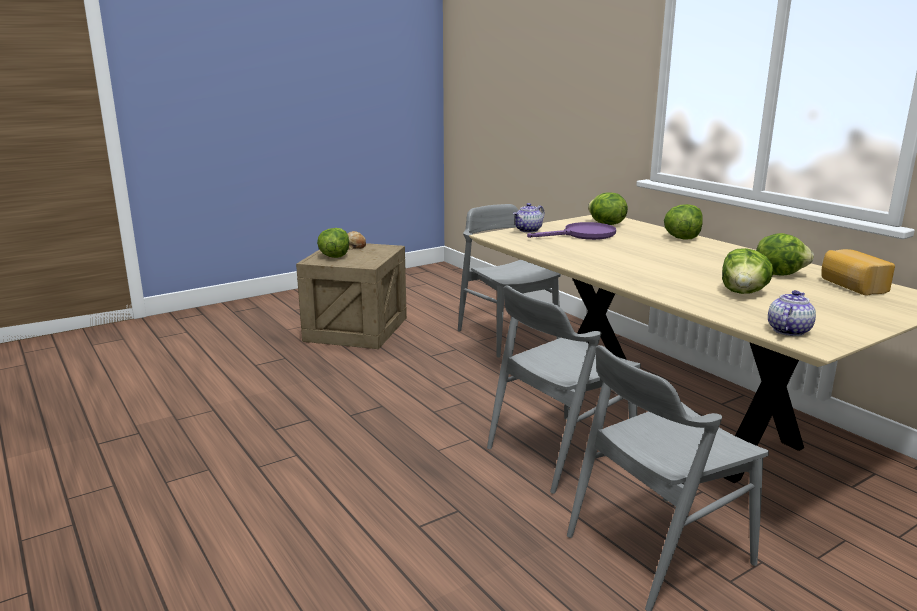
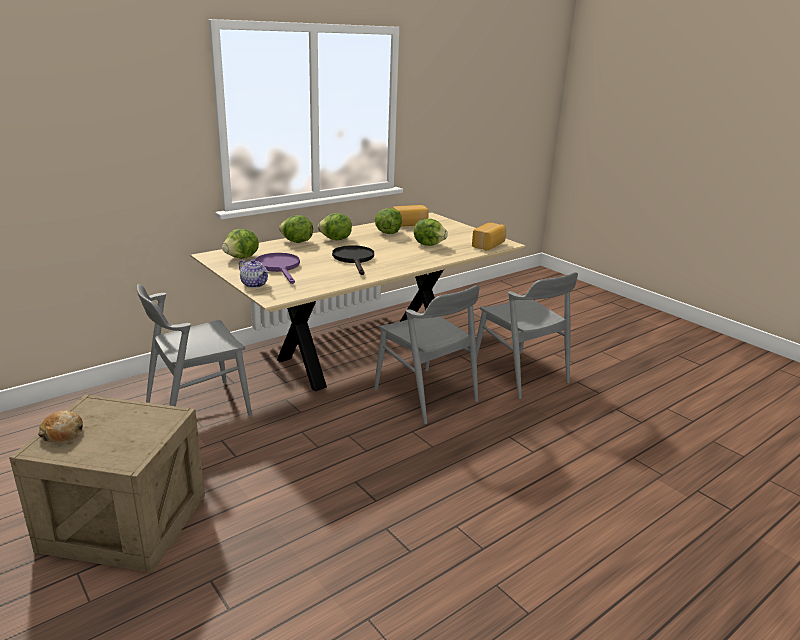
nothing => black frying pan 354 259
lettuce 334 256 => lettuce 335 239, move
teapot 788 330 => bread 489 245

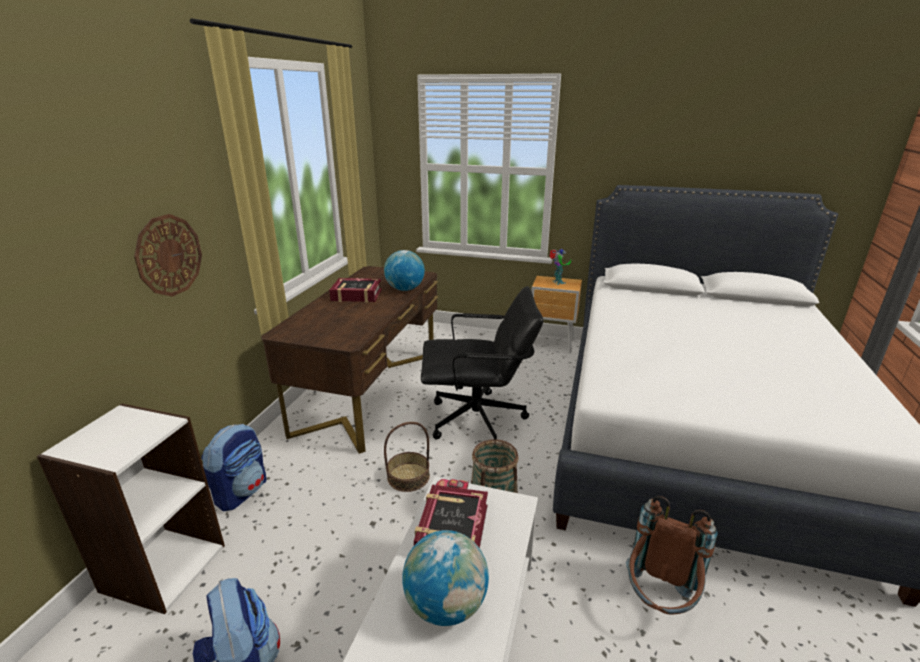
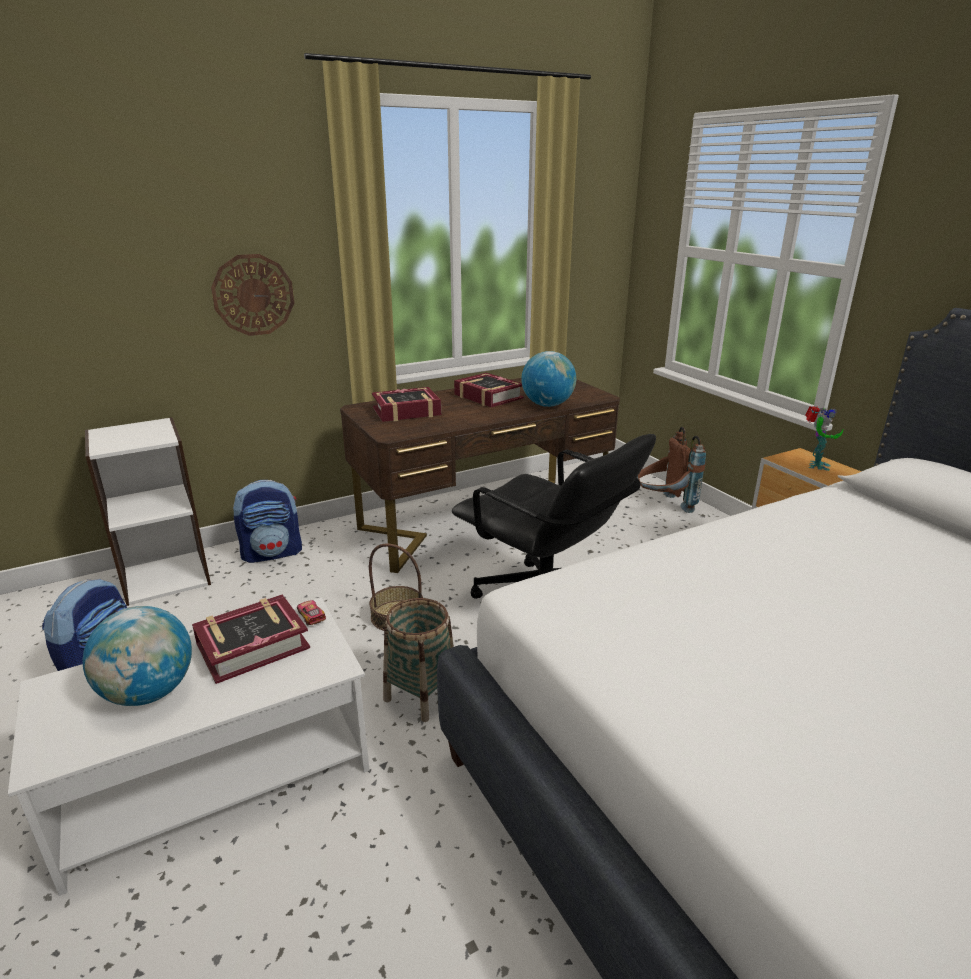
nothing => book 406 411
brown backpack 658 601 => brown backpack 664 506, move

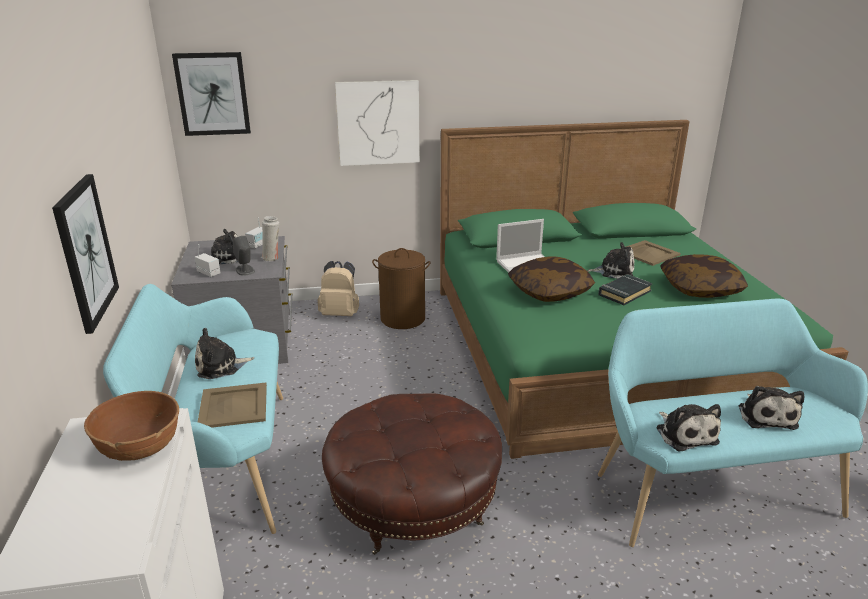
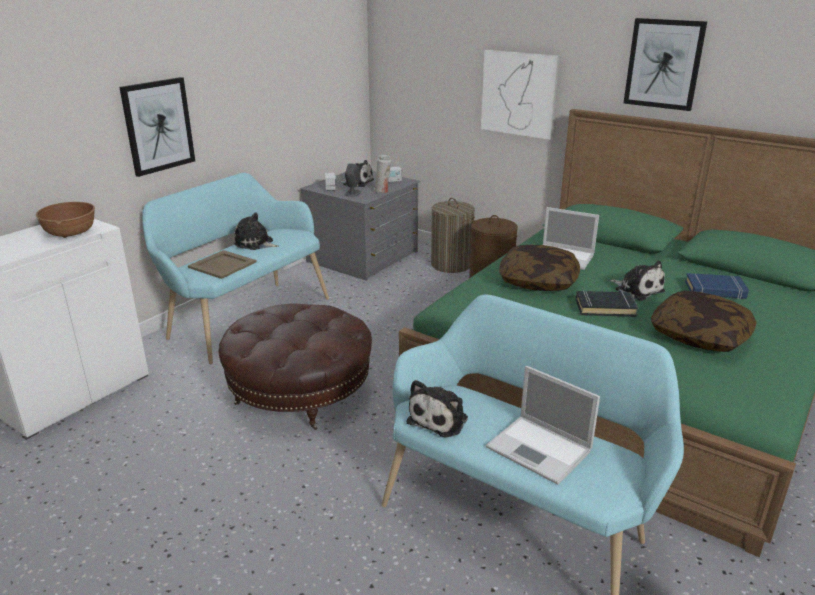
picture 212 94 => picture 663 64, move
beige backpack 340 314 => laundry basket 451 264
beige tray 648 253 => blue book 715 290
plush toy 766 415 => laptop 540 449

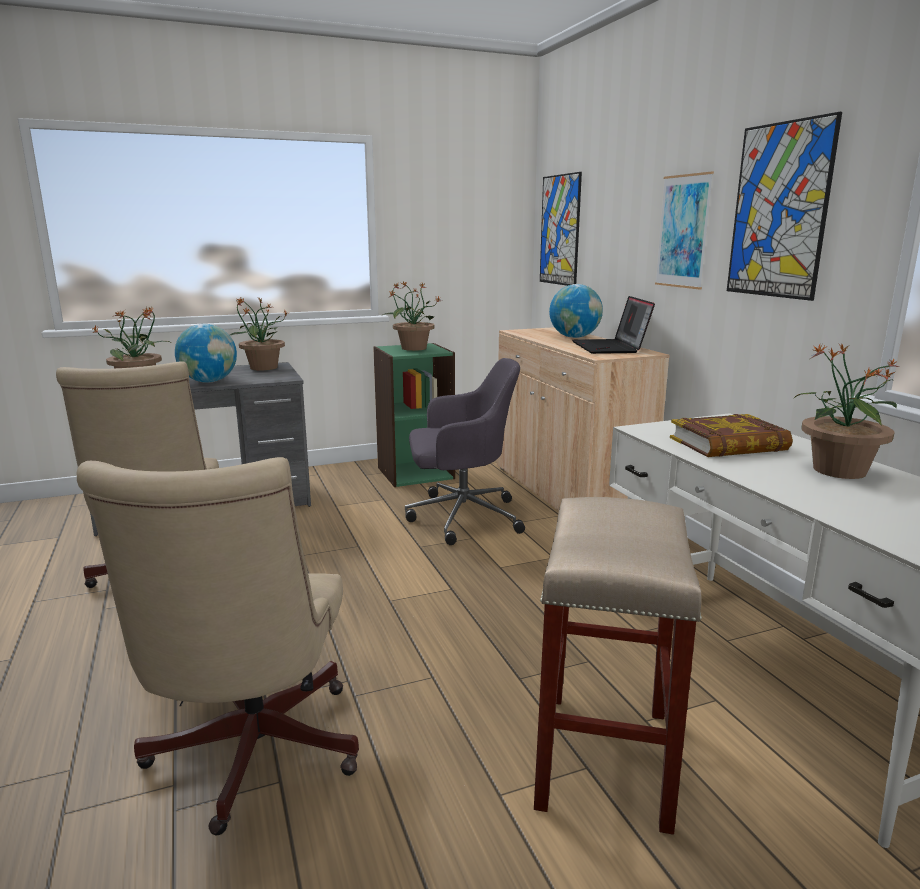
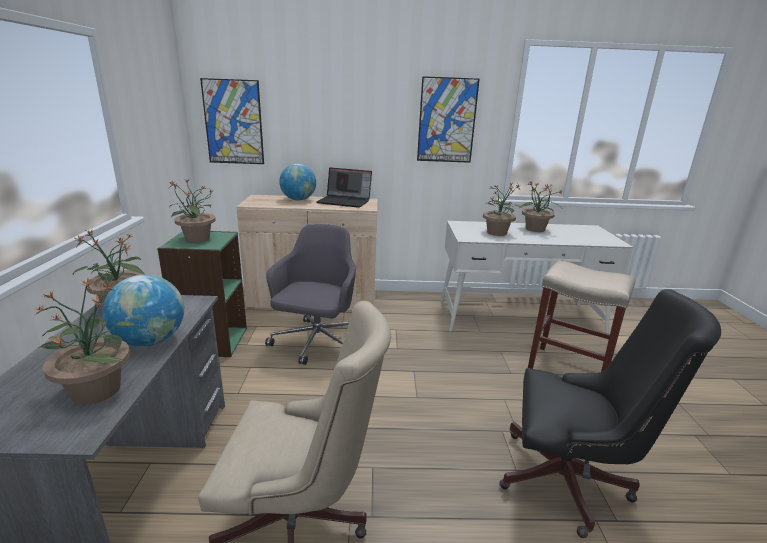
picture 683 231 => nothing
book 728 444 => potted plant 497 232
beige office chair 250 758 => black office chair 571 482

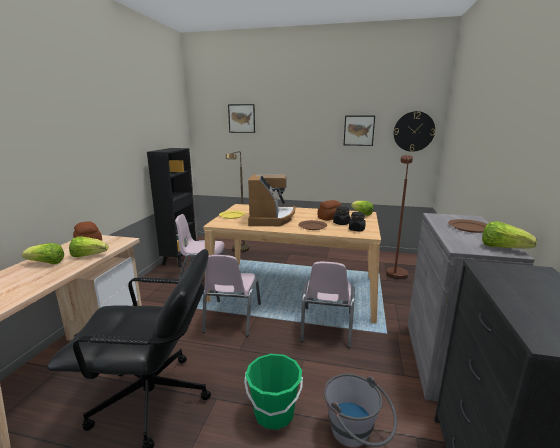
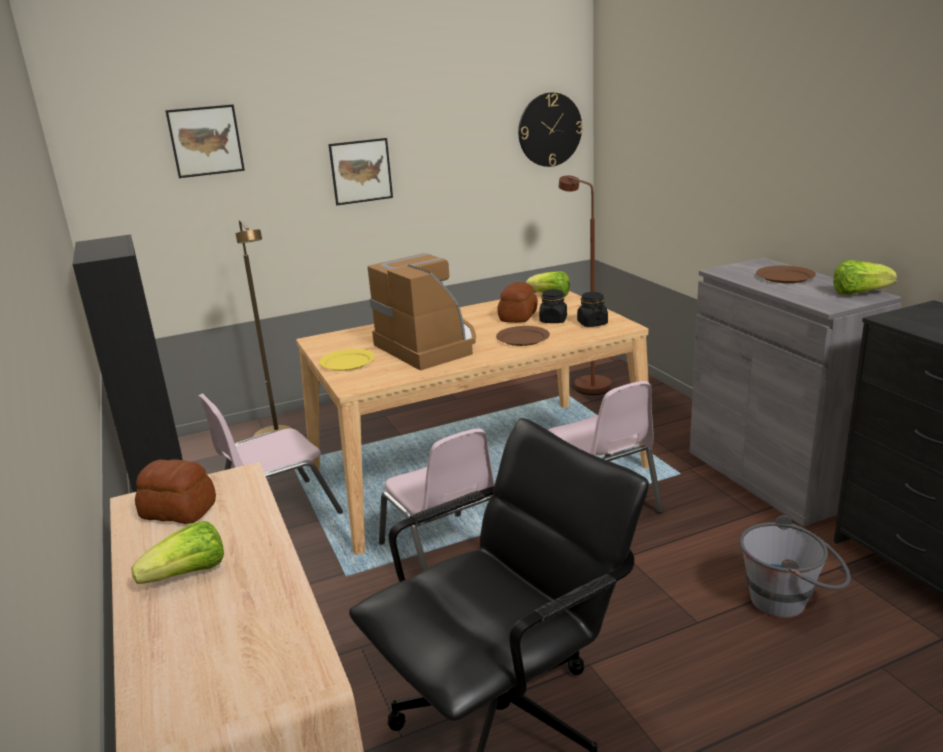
lettuce 88 255 => nothing
green bucket 274 413 => nothing
picture 359 130 => picture 361 171, move

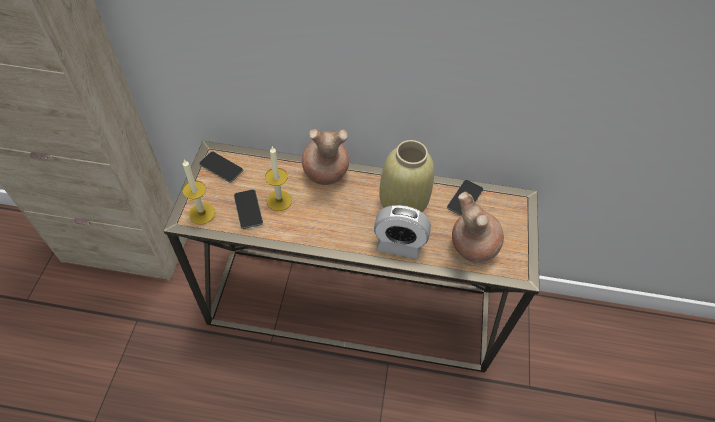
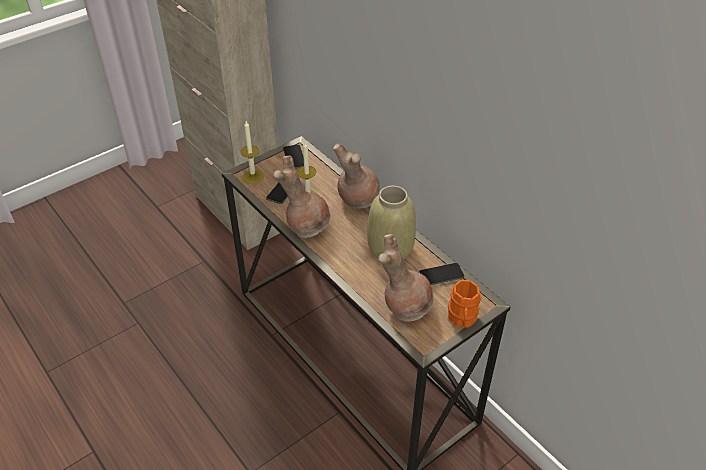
alarm clock 399 245 => nothing
nothing => brown vase 307 226
nothing => orange mug 462 319

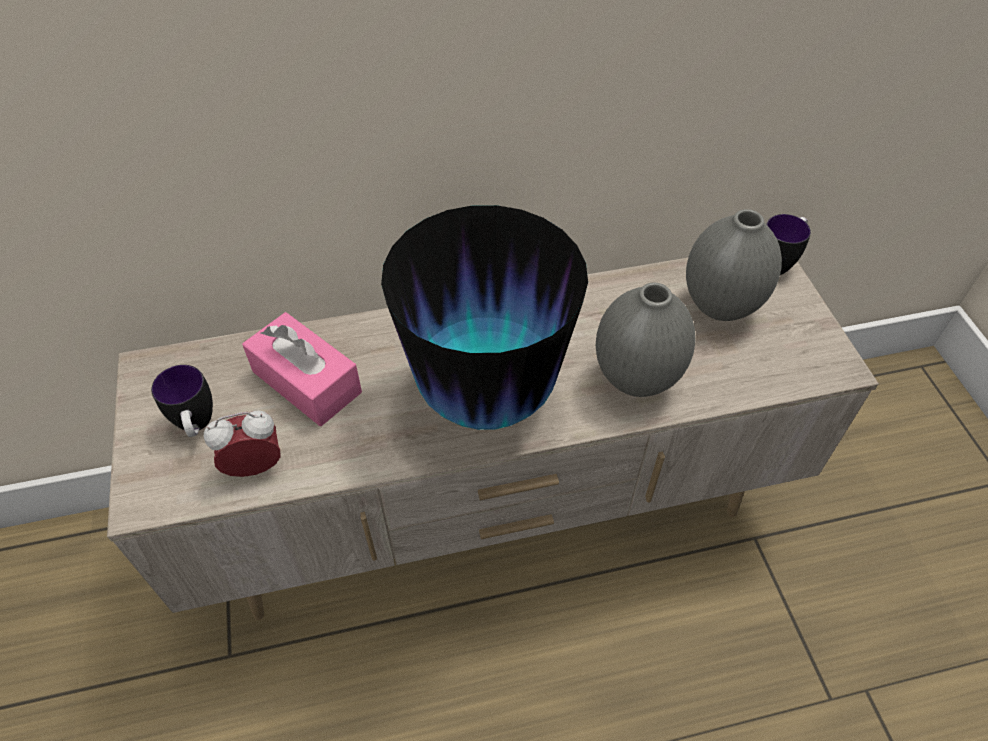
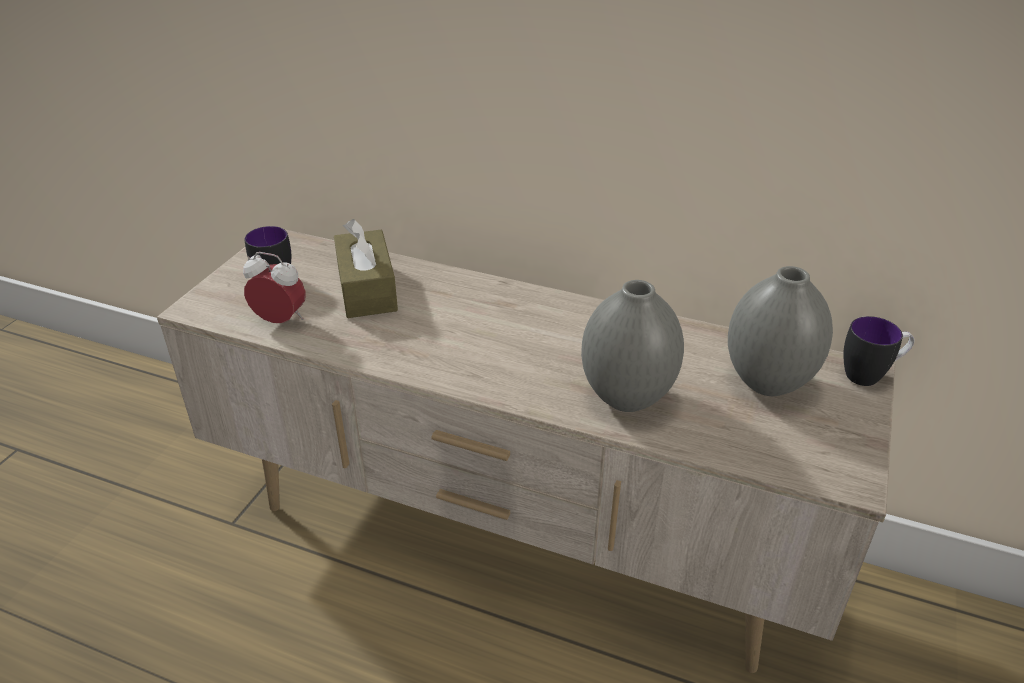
vase 485 395 => nothing
pink tissue box 307 382 => brown tissue box 367 289

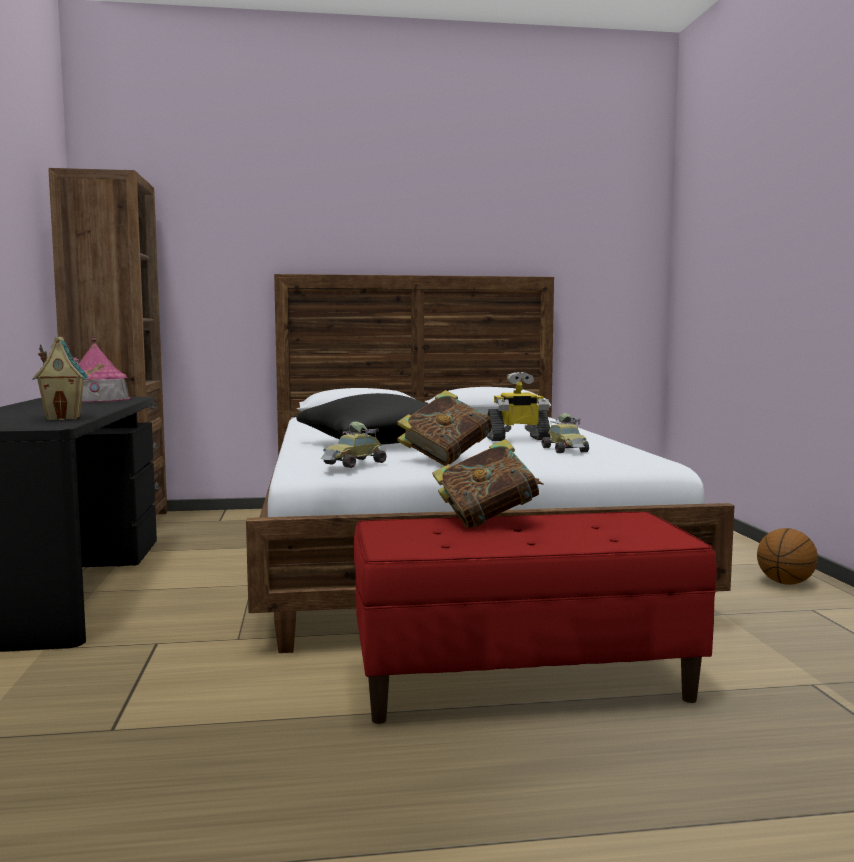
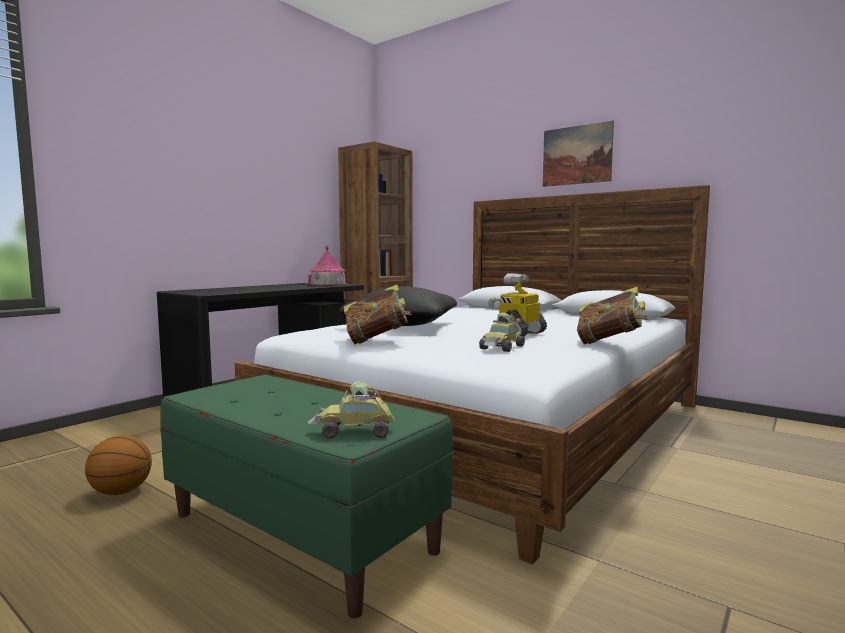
toy house 64 418 => nothing
nothing => picture 576 155
toy car 354 463 => toy car 355 431, move
book 487 521 => book 610 343, move
basketball 785 583 => basketball 121 492, move
red bench 522 681 => green bench 302 531
toy robot 517 439 => toy robot 518 334, 90 degrees clockwise

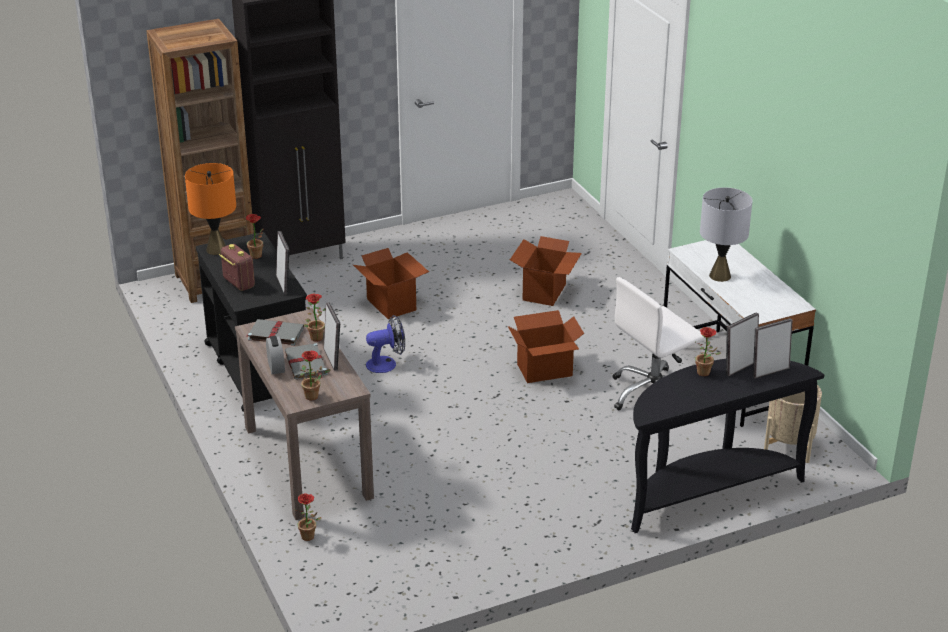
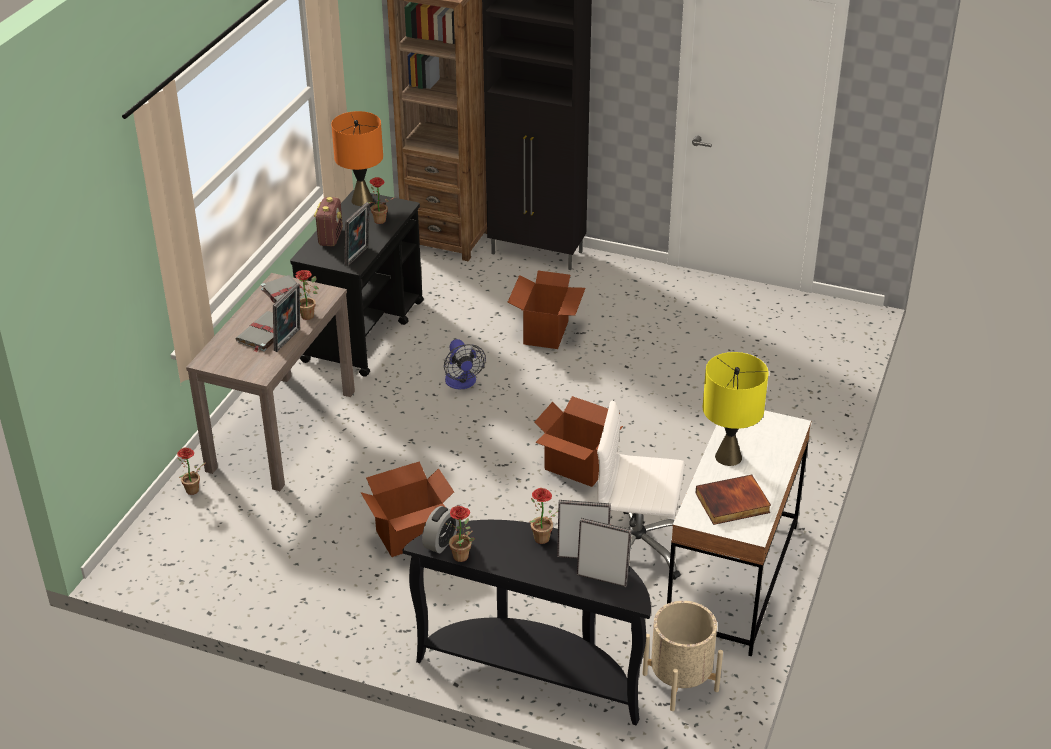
nothing => book 732 504
alarm clock 276 367 => alarm clock 441 542, move
potted plant 314 396 => potted plant 463 558, move
cardboard box 545 292 => cardboard box 411 536, move
grey table lamp 719 276 => yellow table lamp 728 457
fan 386 364 => fan 462 383, 45 degrees clockwise

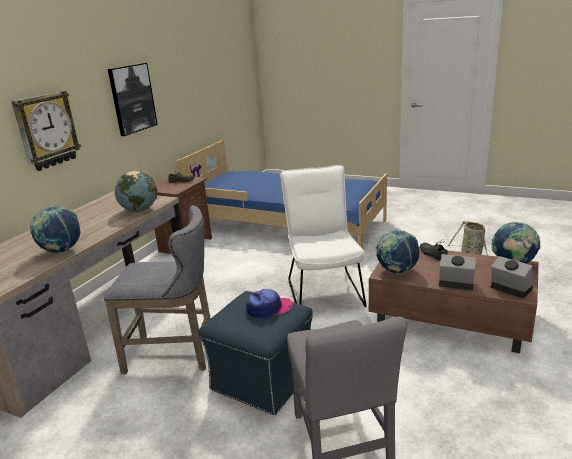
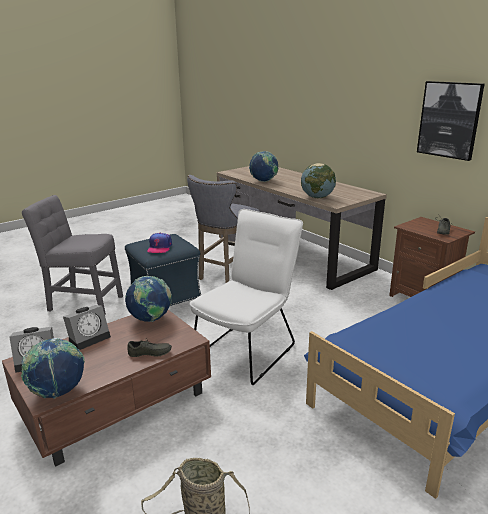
wall clock 46 130 => nothing
white chair 324 289 => white chair 248 348, 75 degrees counterclockwise

